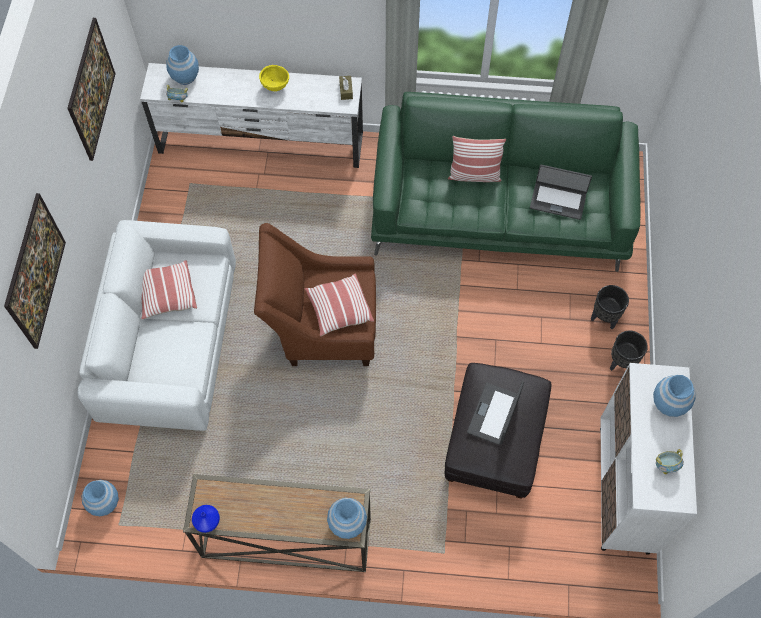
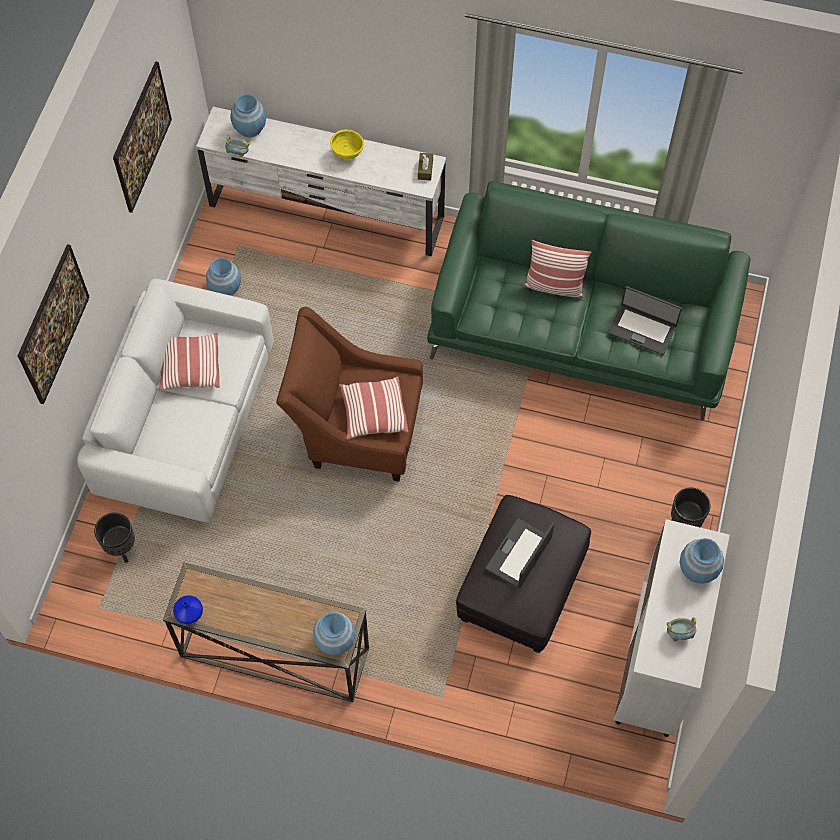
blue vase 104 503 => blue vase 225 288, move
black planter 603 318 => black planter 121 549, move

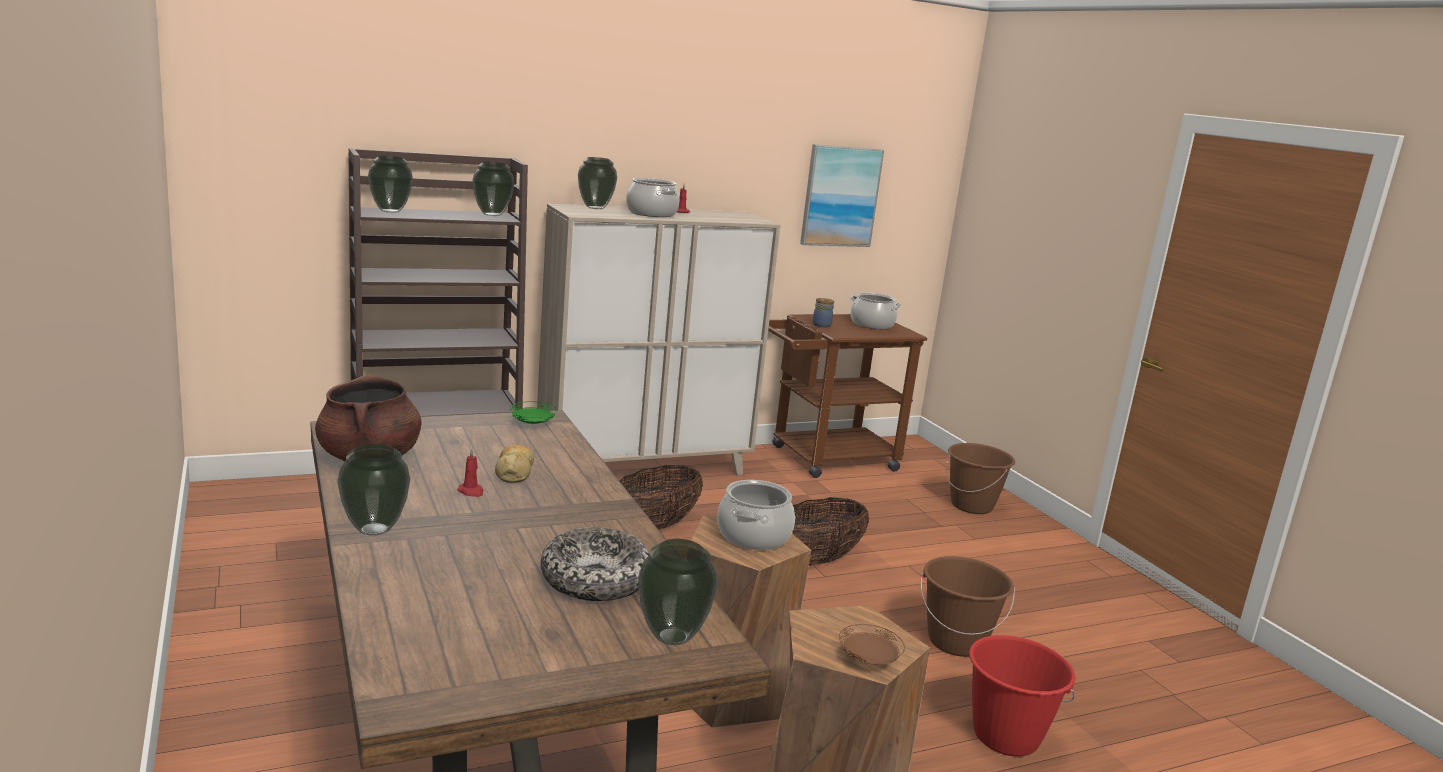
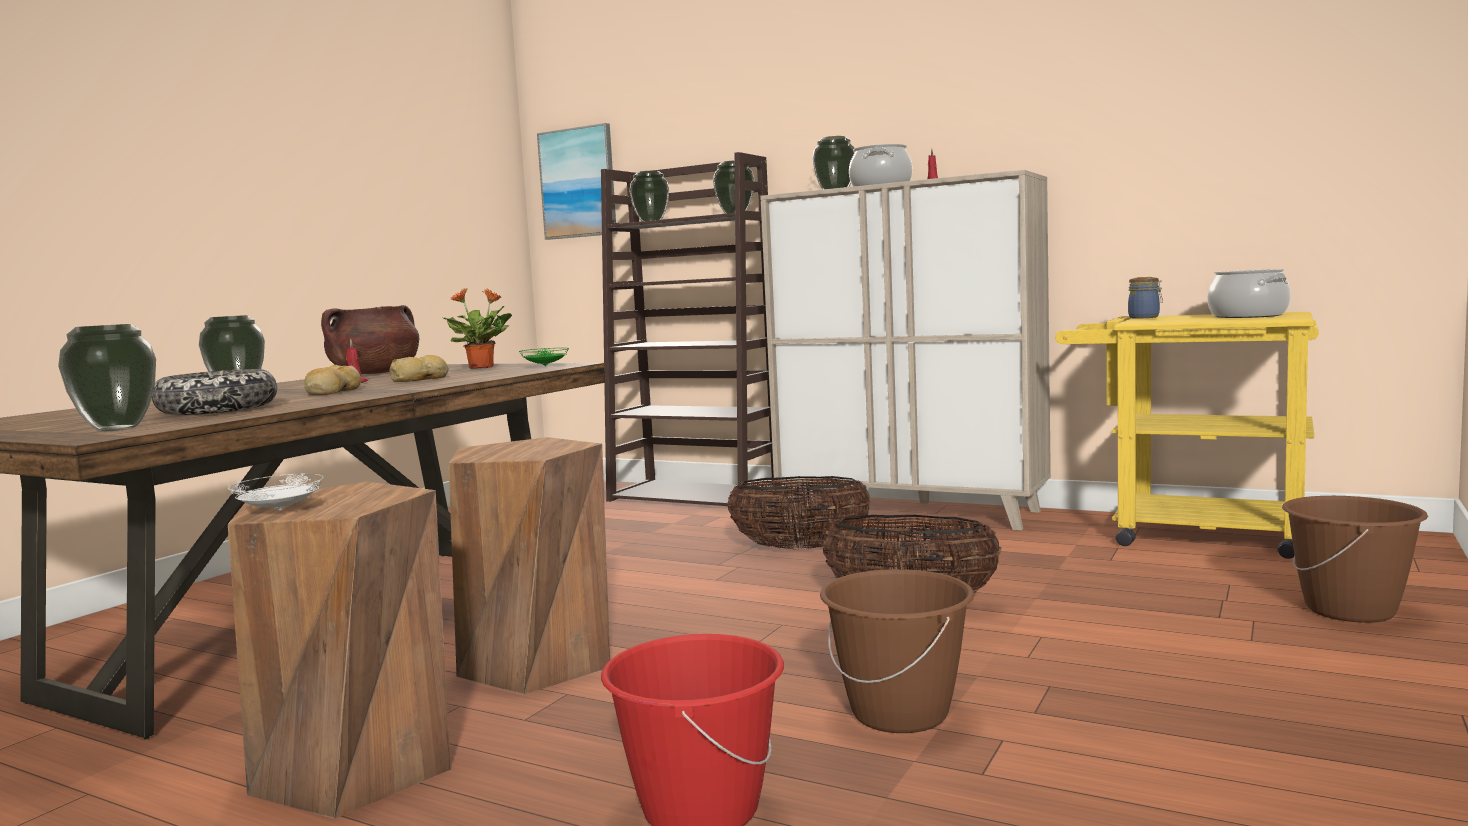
cooking pot 753 536 => nothing
nothing => bread 332 391
nothing => potted plant 482 367
picture 840 196 => picture 578 183, move
brown cart 824 459 => yellow cart 1188 534
brown plate 868 660 => white plate 280 510

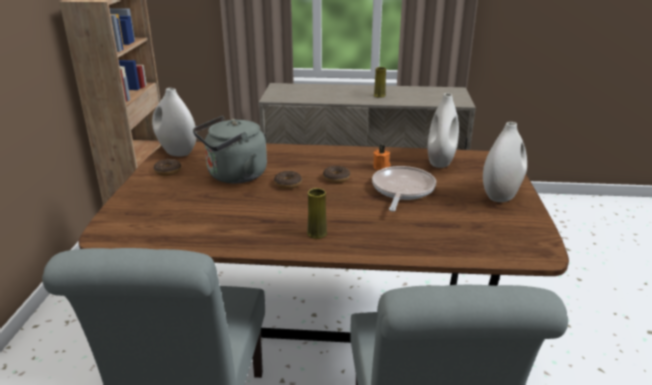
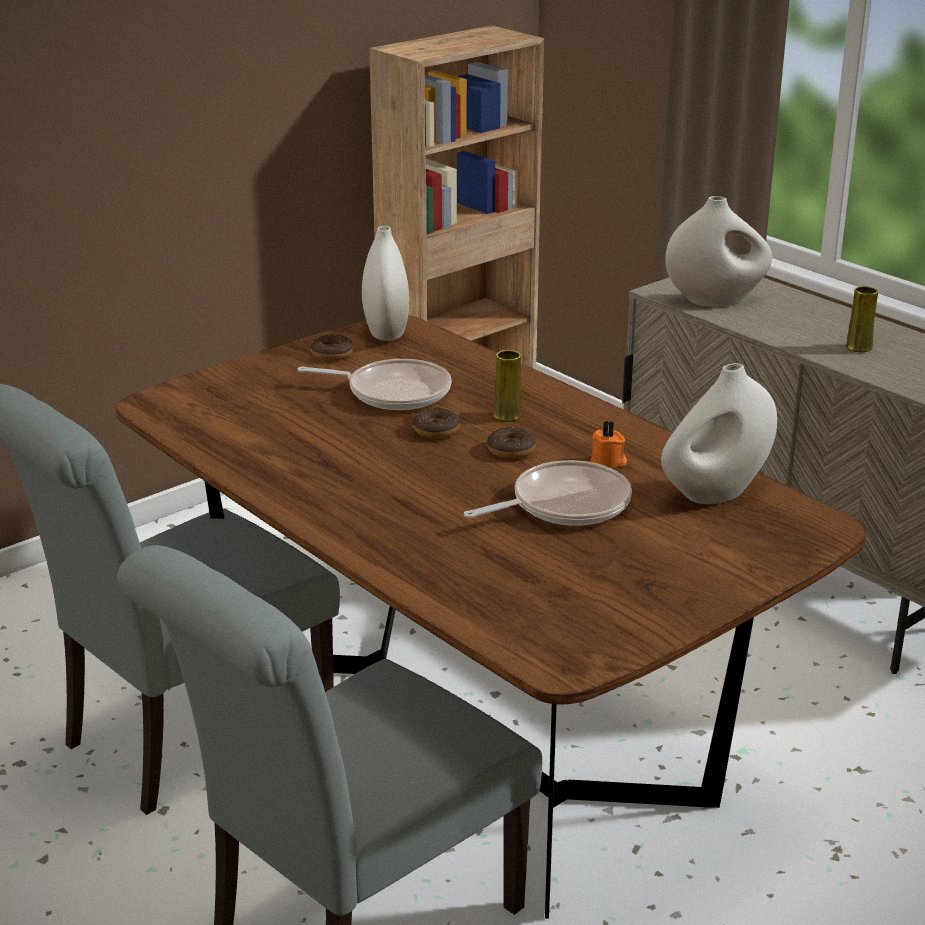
yellow vase 317 233 => yellow vase 507 415, move
white vase 501 195 => white vase 715 301, move
grey kettle 234 176 => frying pan 393 392

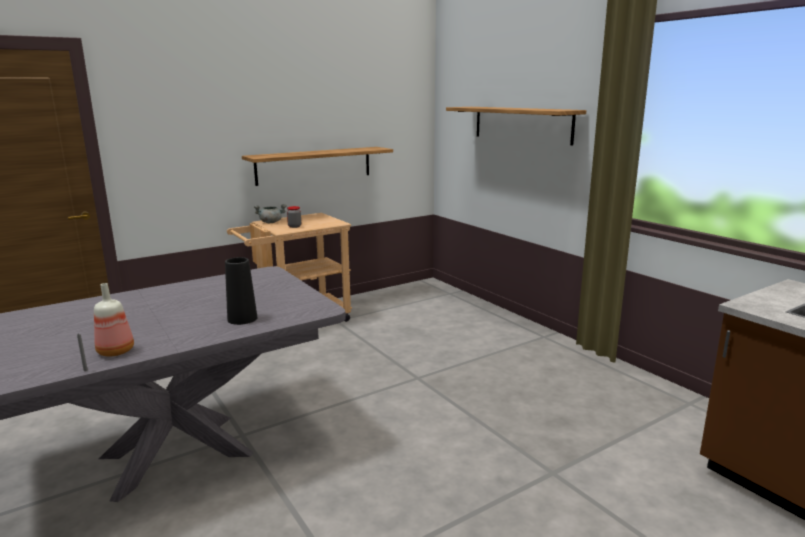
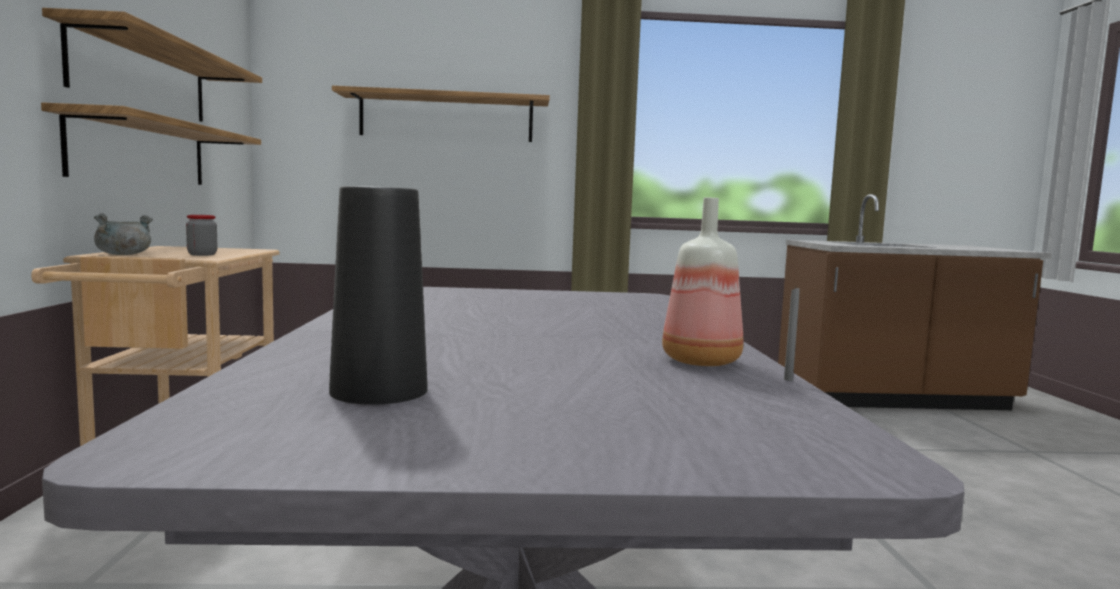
nothing => shelf 143 77
black vase 242 319 => black vase 379 391, move

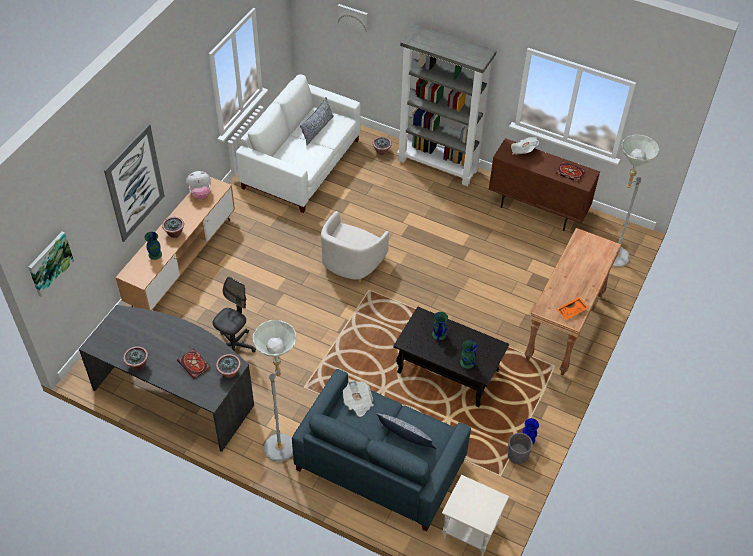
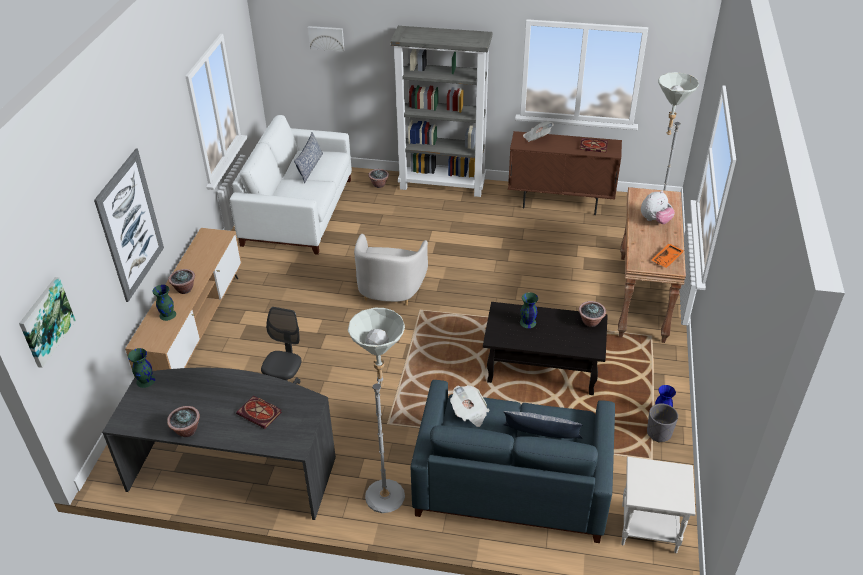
plush toy 200 193 => plush toy 655 220, move
potted plant 229 372 => potted plant 590 322, move
green vase 467 362 => green vase 145 381, move

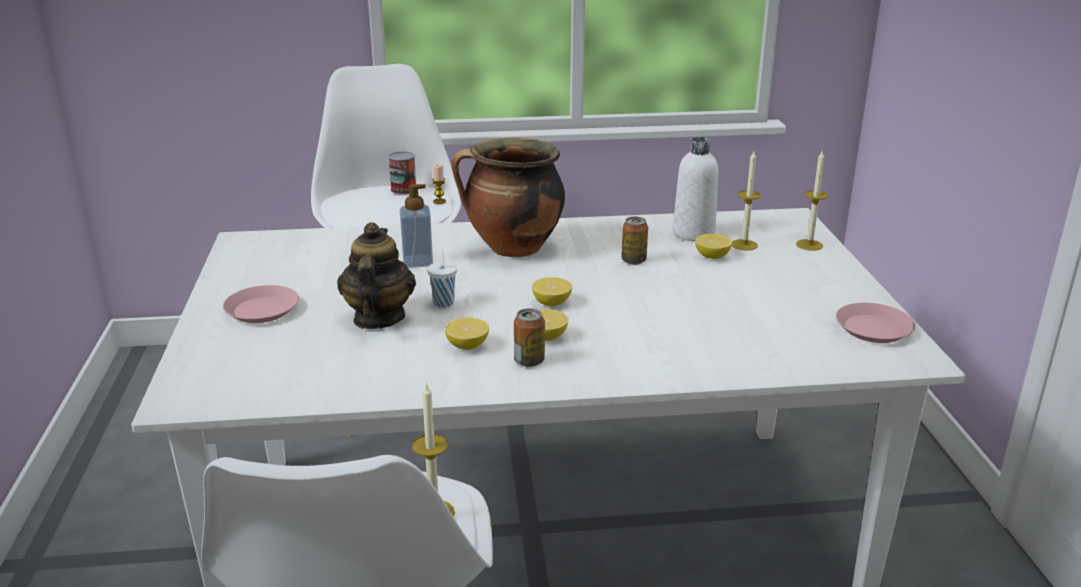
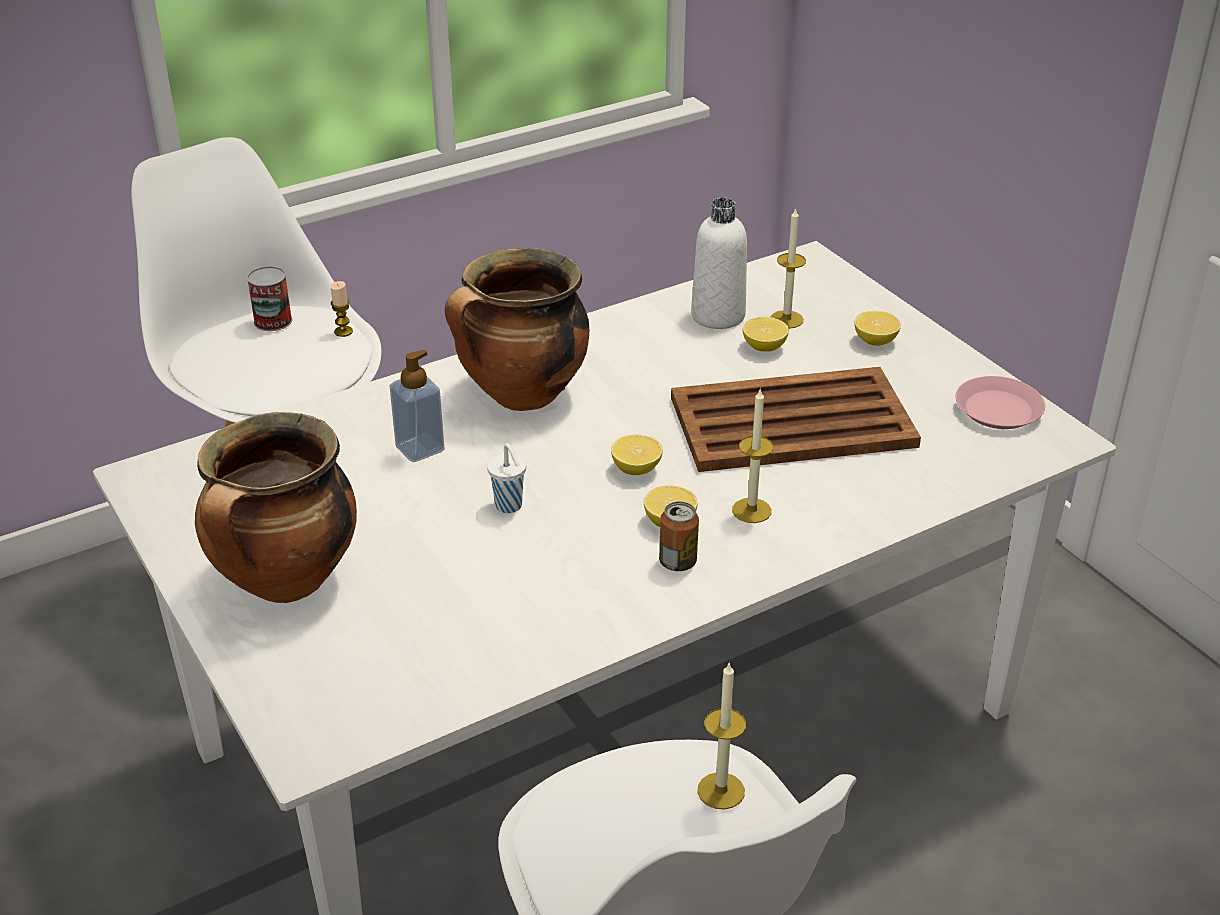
teapot 378 318 => nothing
can 633 260 => nothing
nothing => brown tray 789 422
lemon 467 346 => lemon 875 341, move
candle 809 245 => candle 751 510, move
pink plate 262 310 => cooking pot 286 583

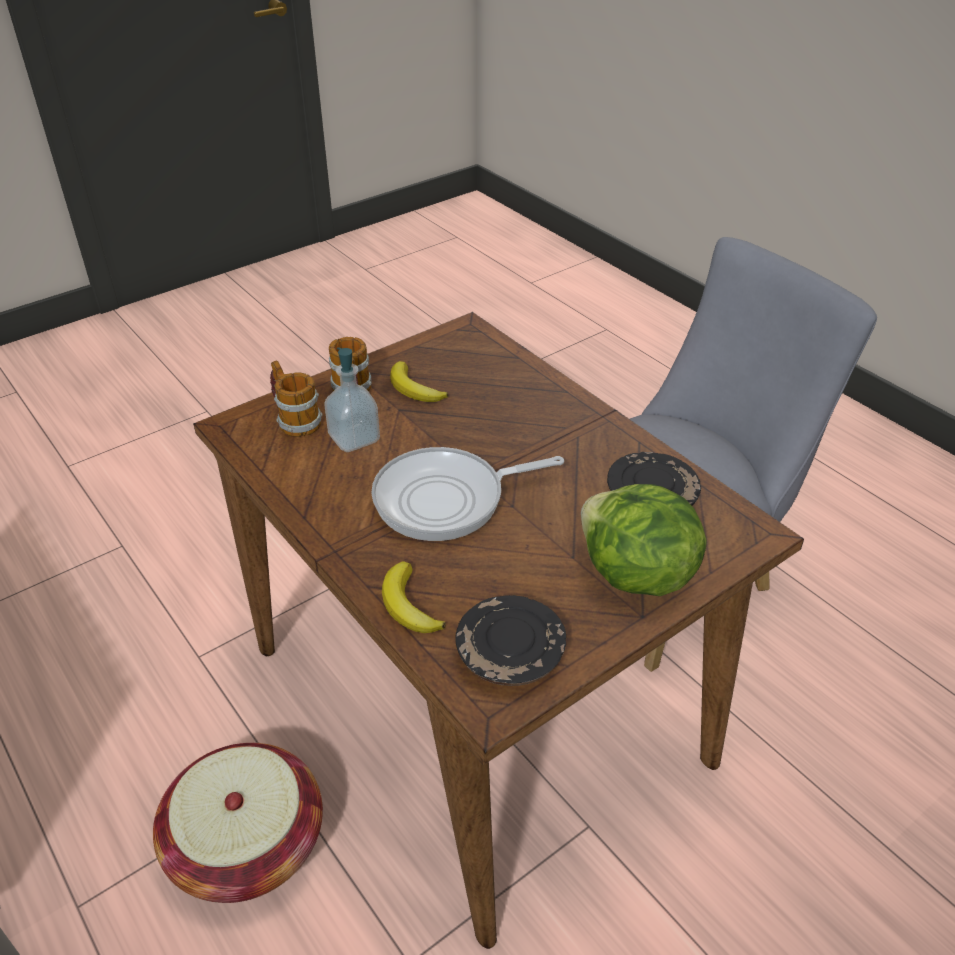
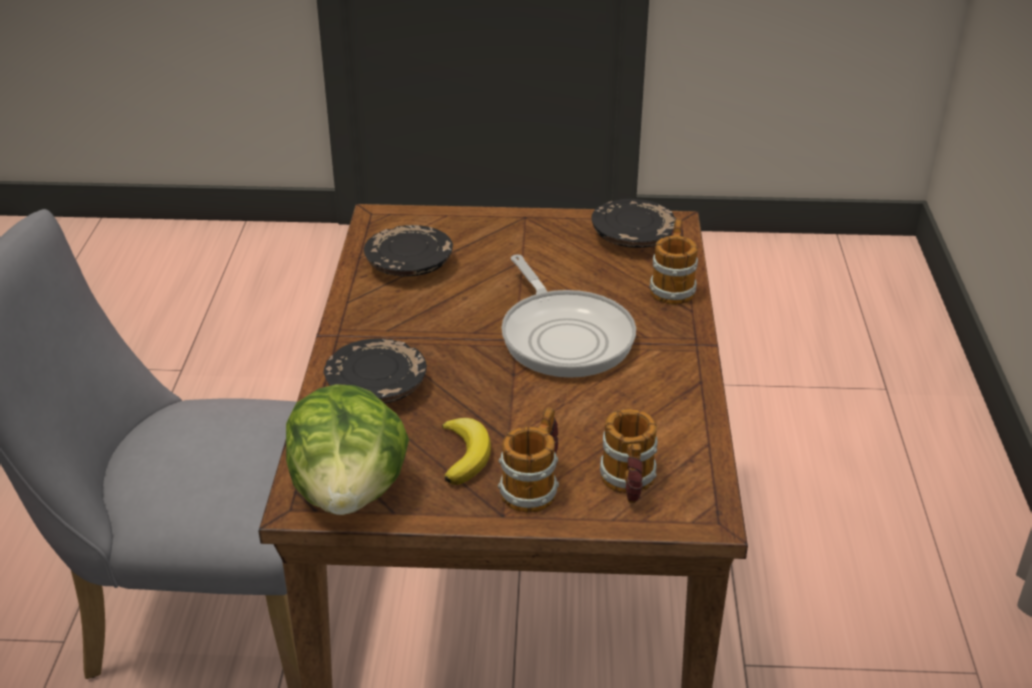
basket 247 844 => nothing
soap dispenser 354 438 => nothing
nothing => black plate 376 386
lettuce 634 575 => lettuce 350 492, move
banana 409 605 => mug 672 287
frying pan 447 499 => frying pan 564 336, 45 degrees clockwise

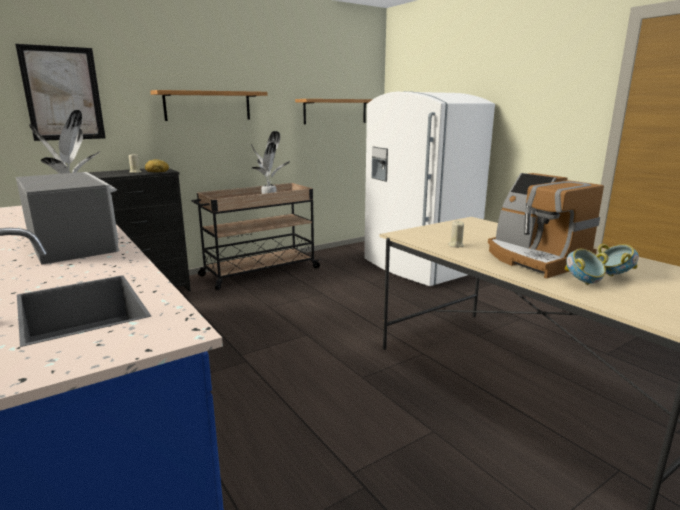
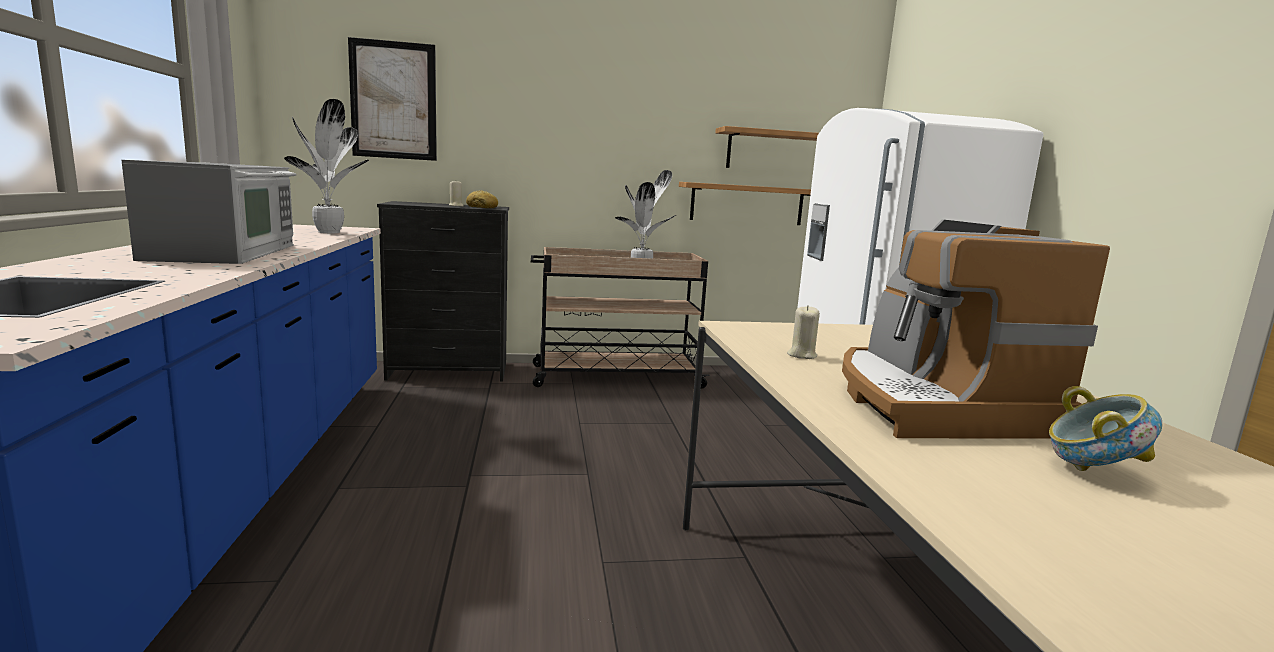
bowl 583 283 => nothing
shelf 208 105 => shelf 747 204, move

